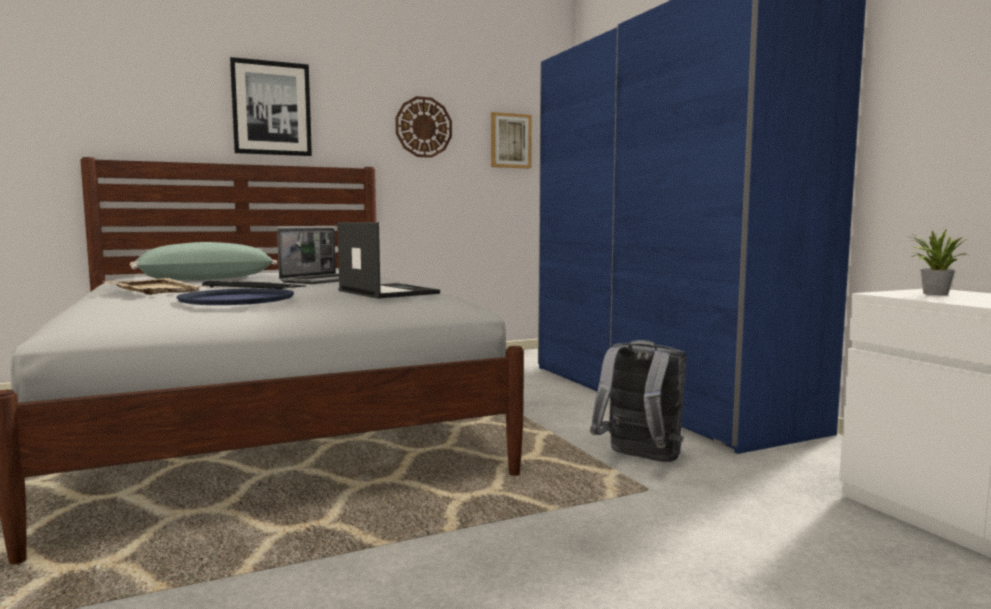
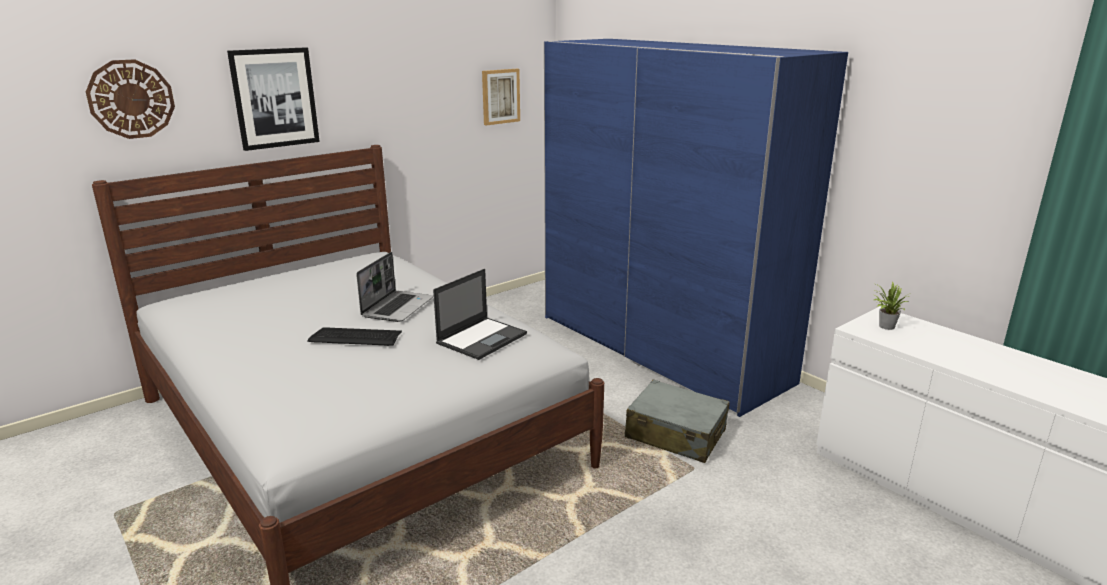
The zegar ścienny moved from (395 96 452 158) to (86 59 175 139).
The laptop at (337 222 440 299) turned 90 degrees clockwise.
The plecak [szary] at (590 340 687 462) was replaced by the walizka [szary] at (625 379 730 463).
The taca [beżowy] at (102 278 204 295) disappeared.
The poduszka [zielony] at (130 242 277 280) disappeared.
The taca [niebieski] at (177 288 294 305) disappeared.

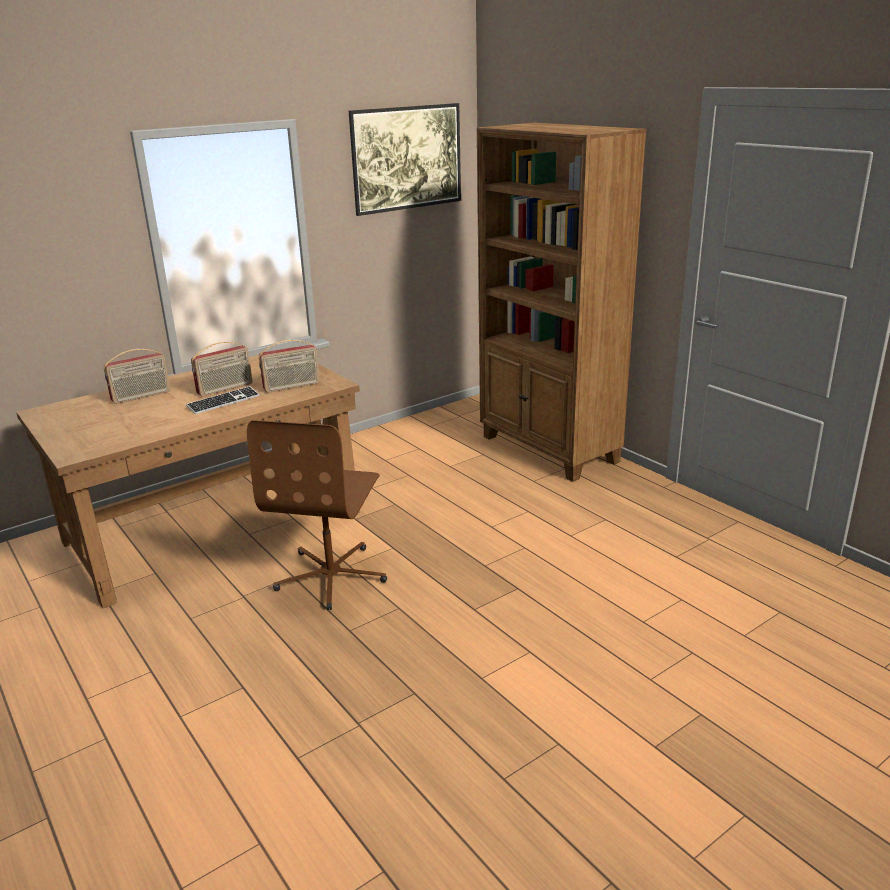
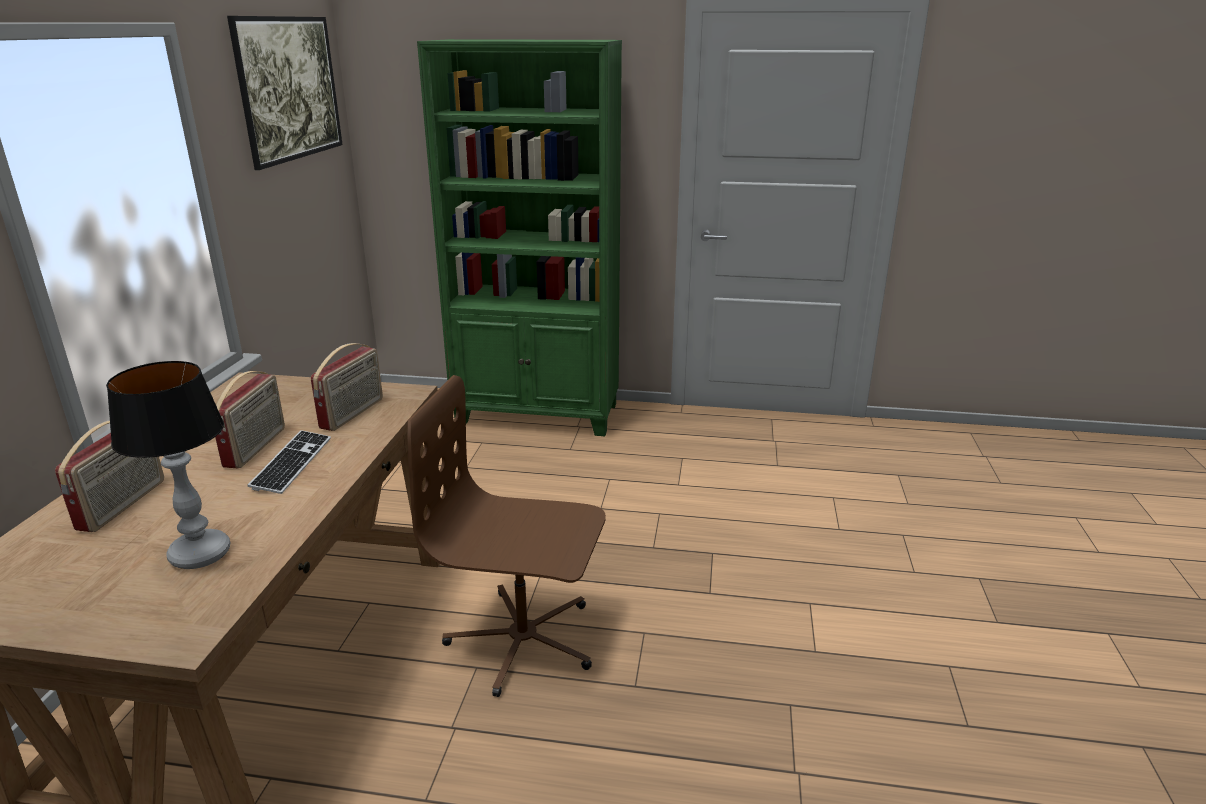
The lampa stołowa at (106 361 230 569) appeared.
The krzesło biurowe [brązowy] at (247 420 387 610) turned 135 degrees clockwise.
The regał [brązowy] at (477 122 647 482) became the regał [zielony] at (417 39 622 436).

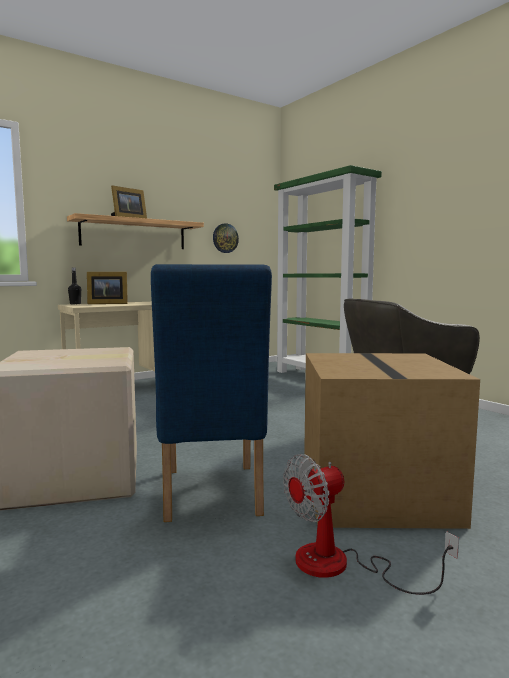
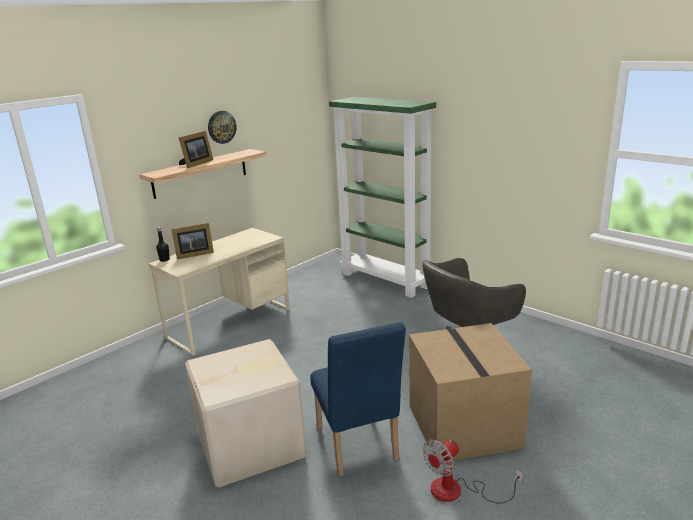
The zegar ścienny moved from (213 223 239 253) to (208 111 236 144).

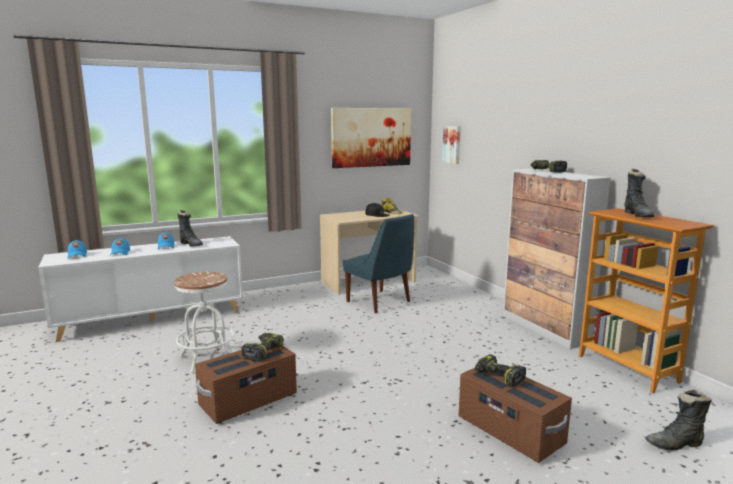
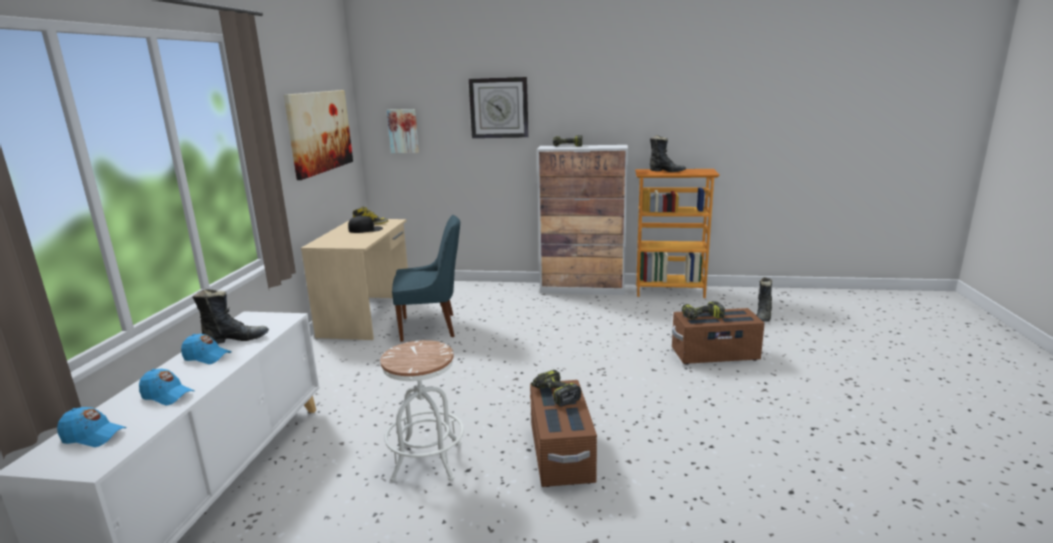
The zegar ścienny at (469 77 529 138) appeared.

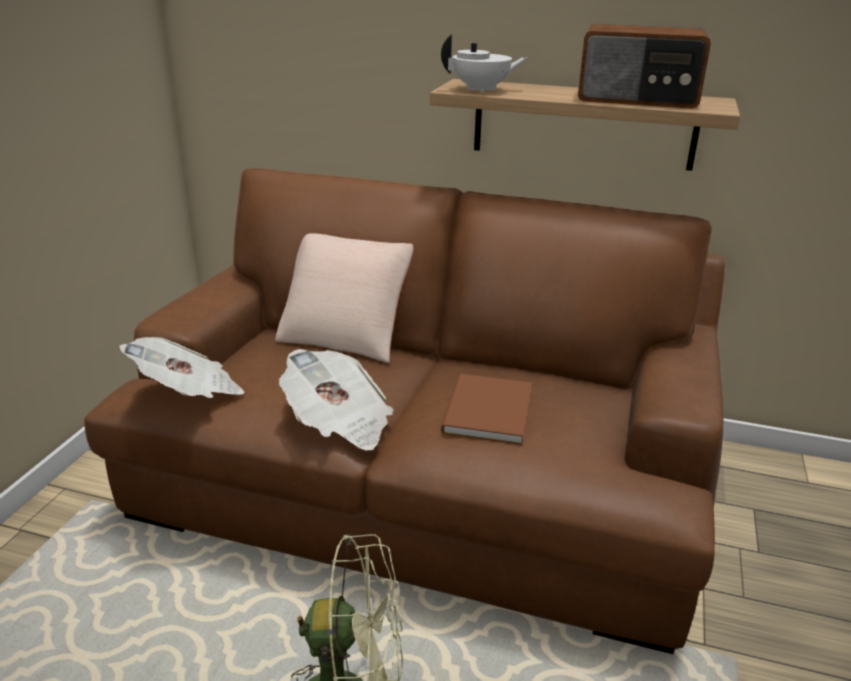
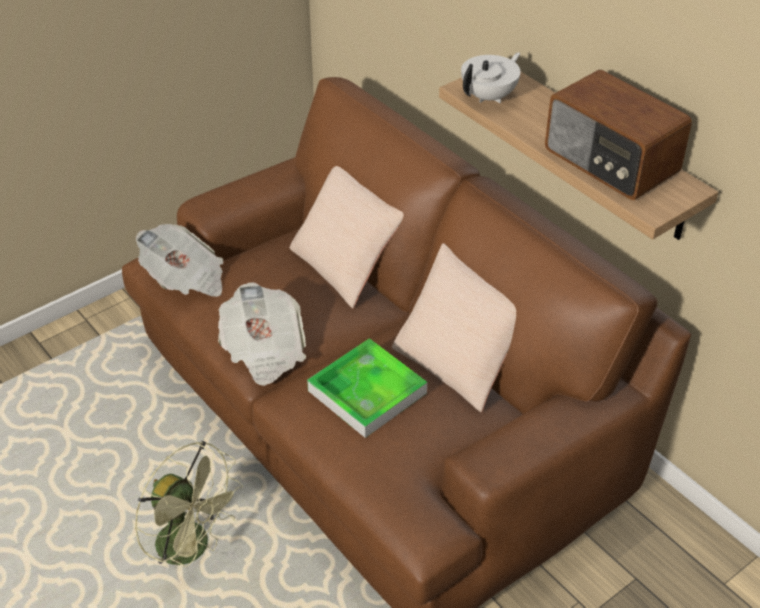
The książka [brązowy] at (441 374 532 445) was replaced by the taca at (307 338 427 438).
The poduszka [beżowy] at (392 243 516 412) appeared.
The imbryk [biały] at (441 34 527 93) turned 75 degrees counterclockwise.

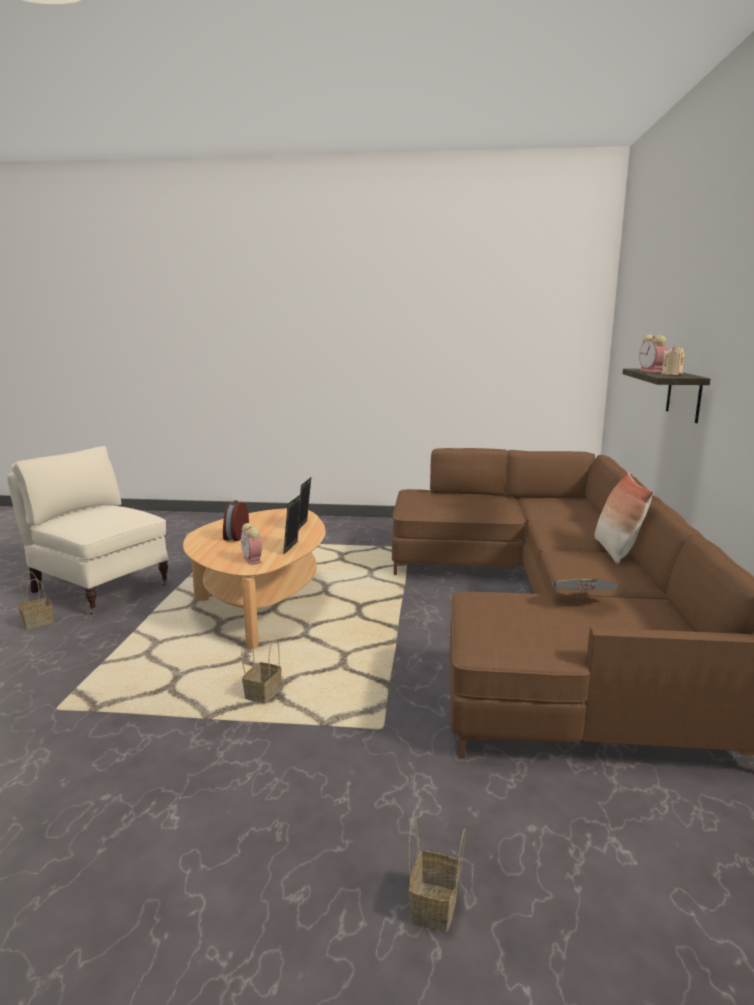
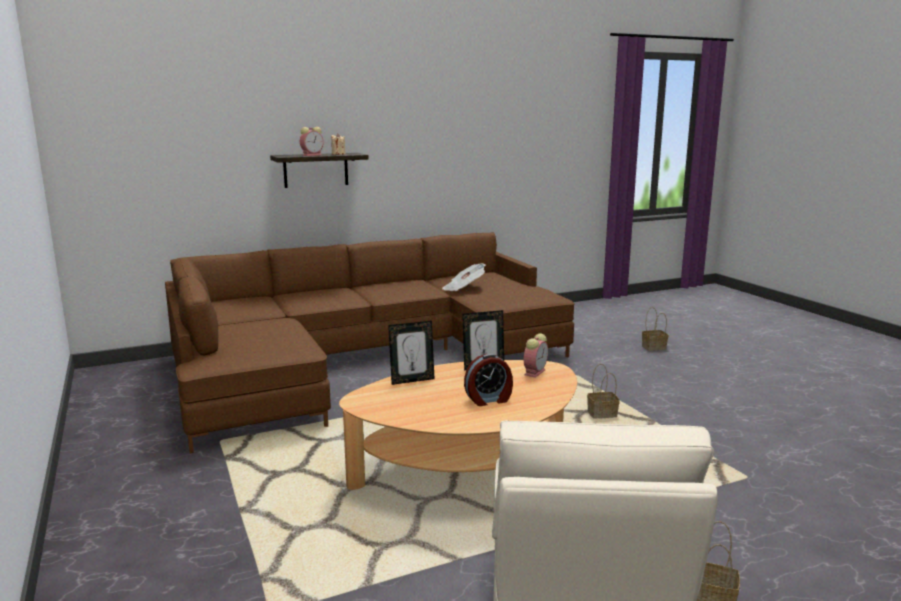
The poduszka at (595 472 653 564) disappeared.

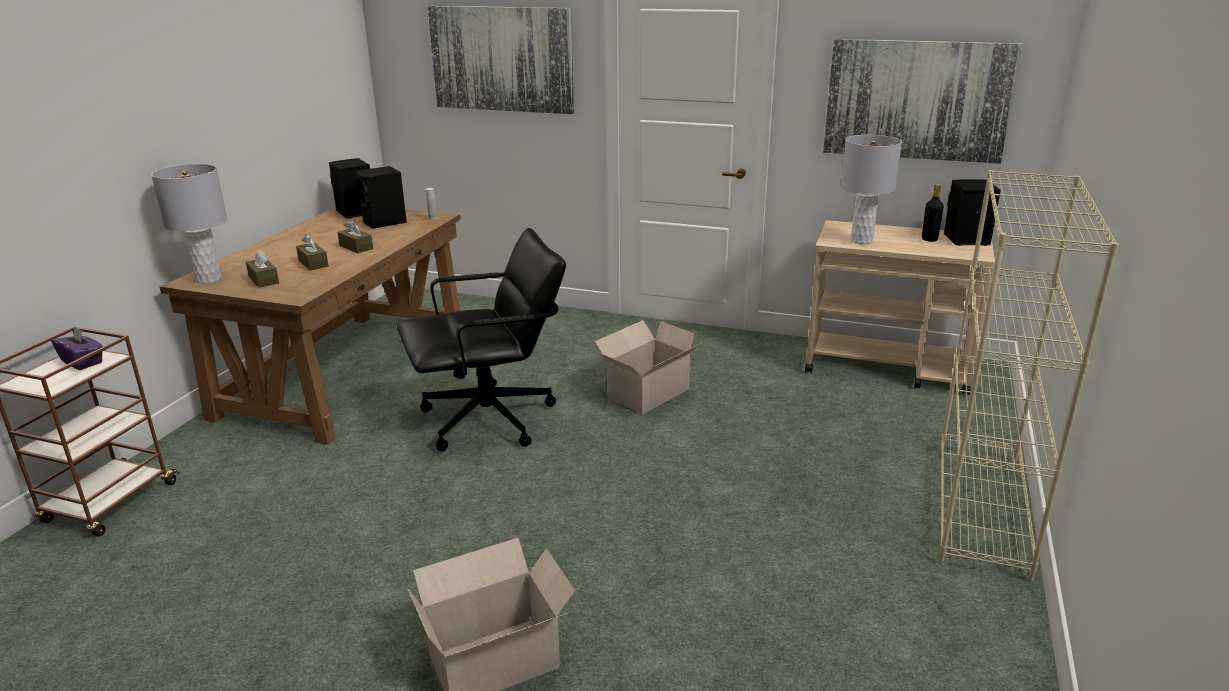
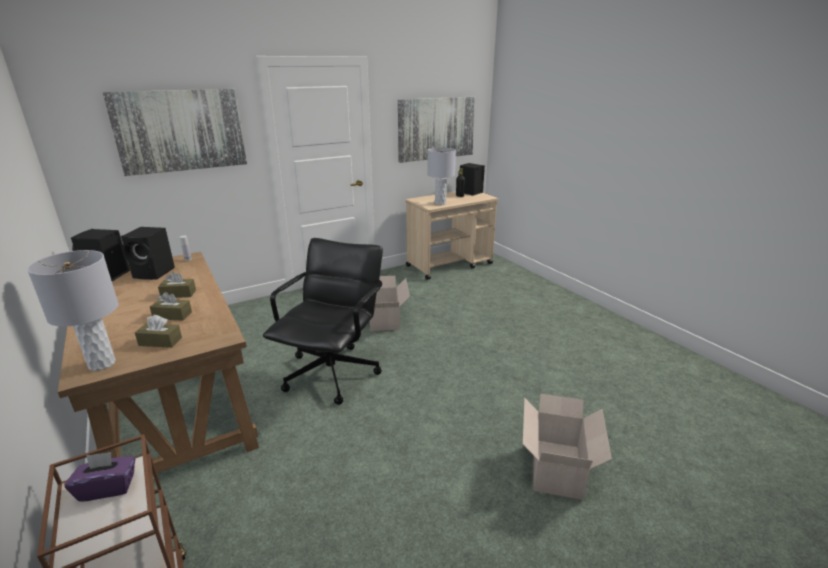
The regał [beżowy] at (938 170 1119 582) disappeared.

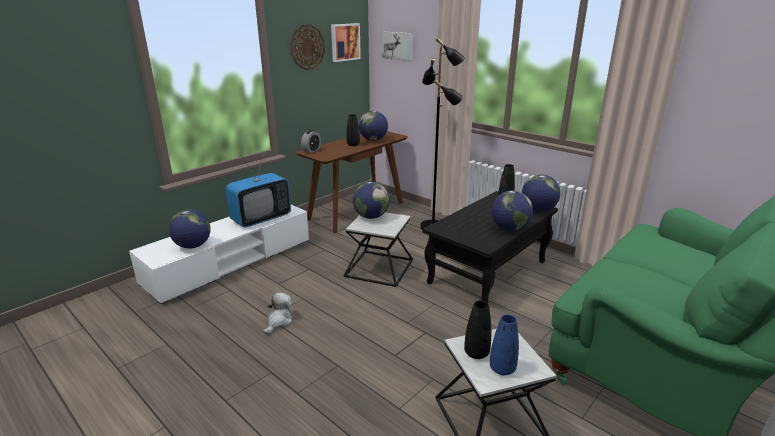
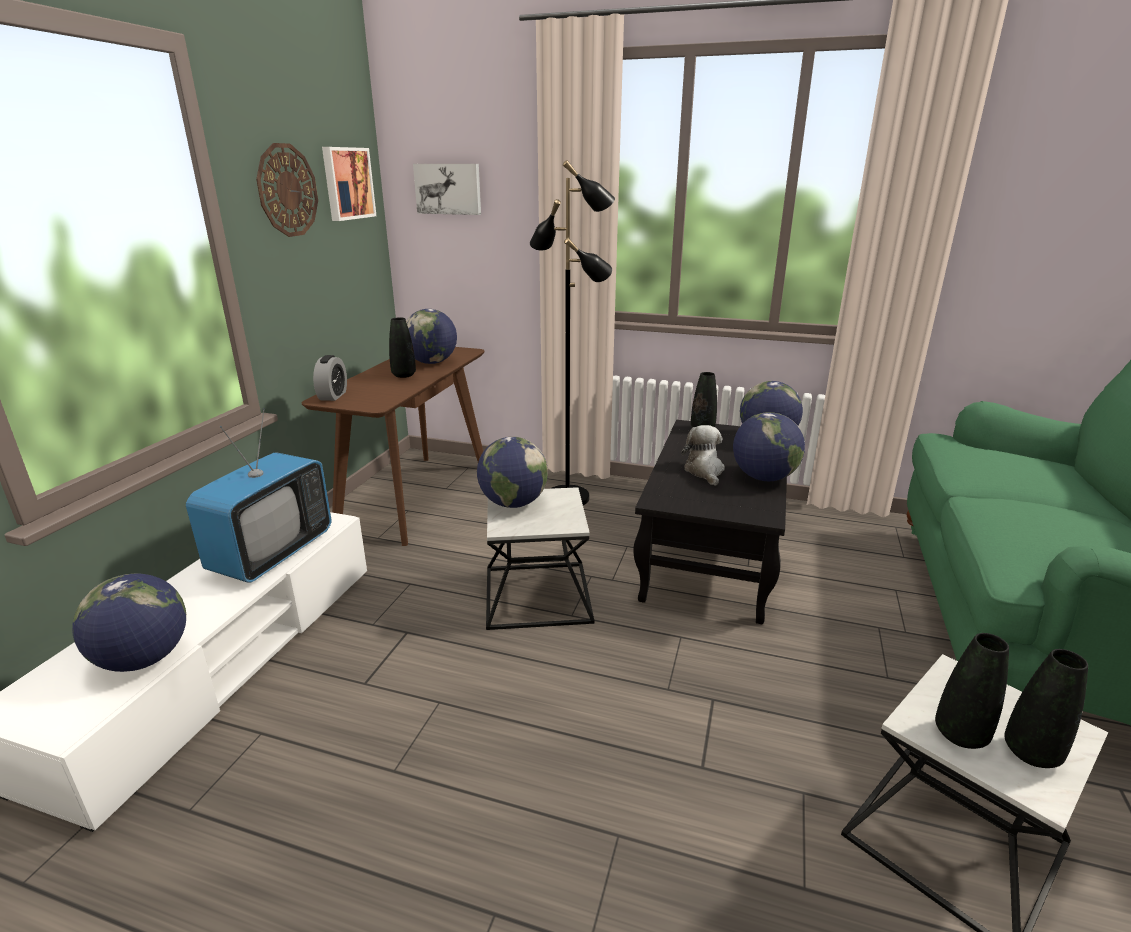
The pluszak moved from (263 293 292 335) to (681 425 725 486).
The wazon [niebieski] at (490 314 519 376) became the wazon [czarny] at (1004 649 1088 768).

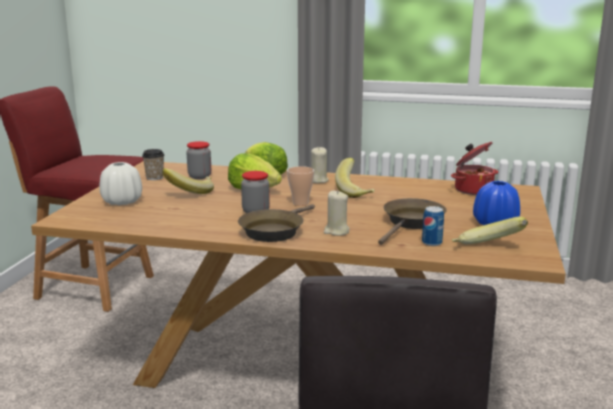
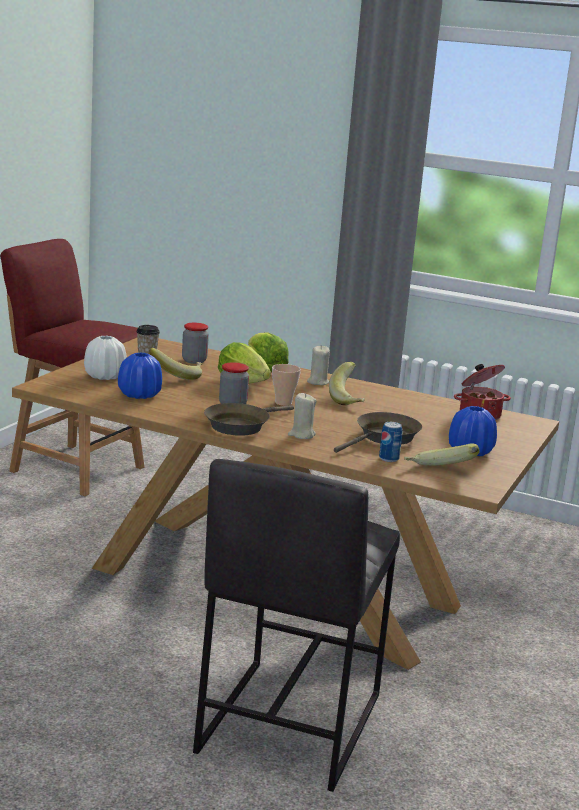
The wazon [niebieski] at (118 352 162 399) appeared.

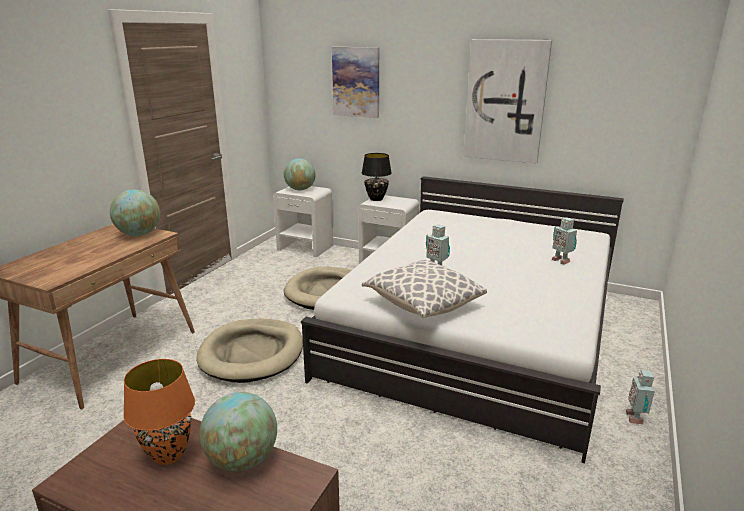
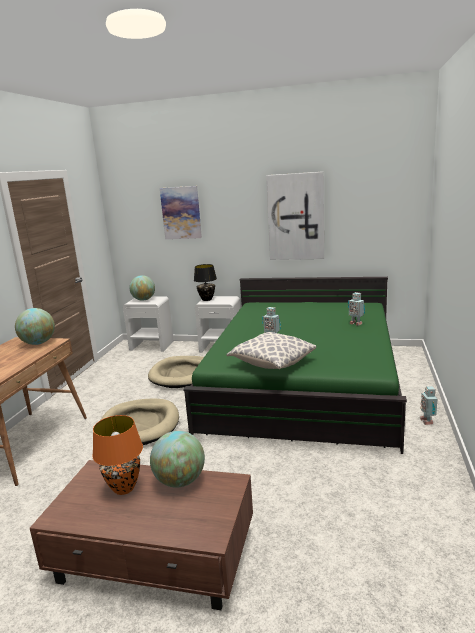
The łóżko [biały] at (301 176 624 463) became the łóżko [zielony] at (183 277 407 454).

